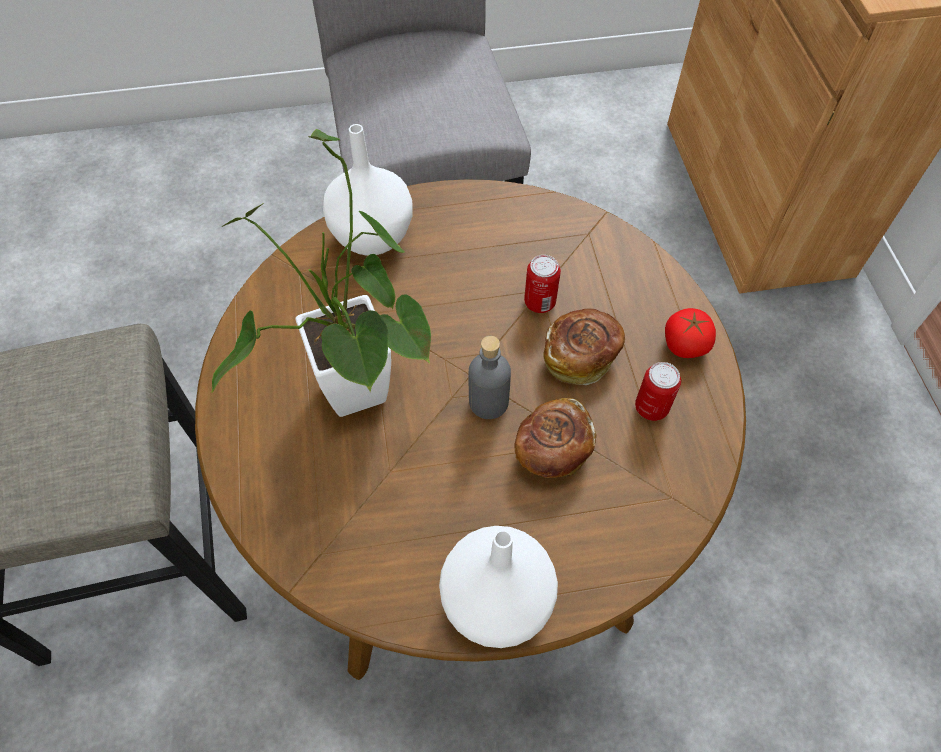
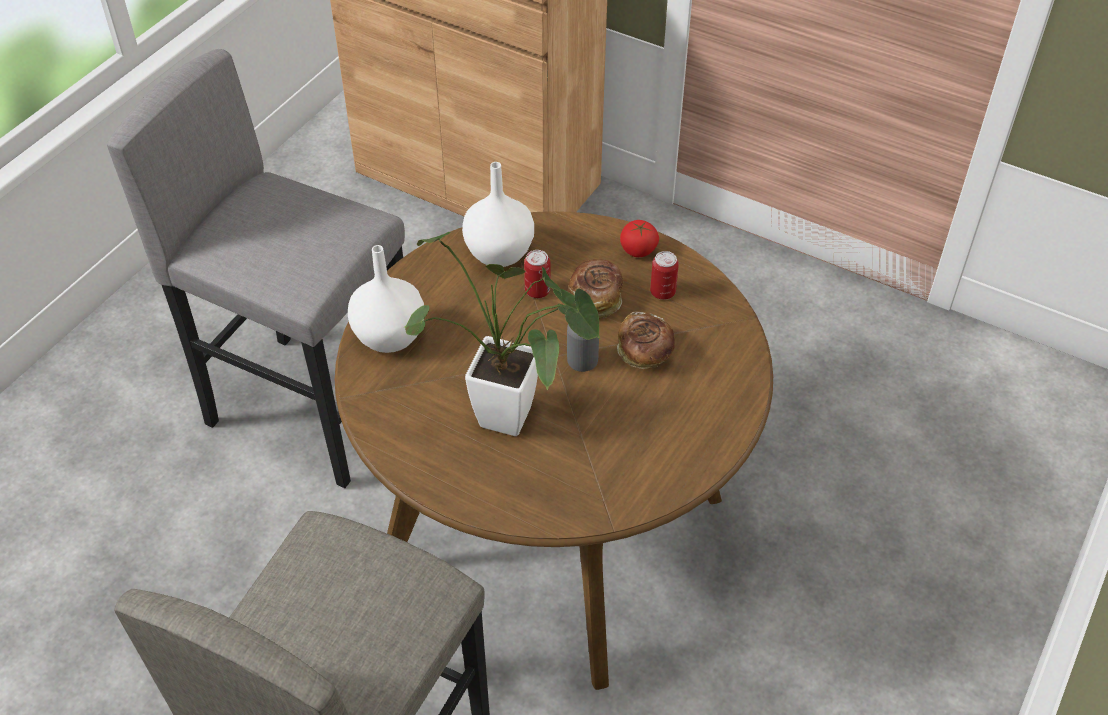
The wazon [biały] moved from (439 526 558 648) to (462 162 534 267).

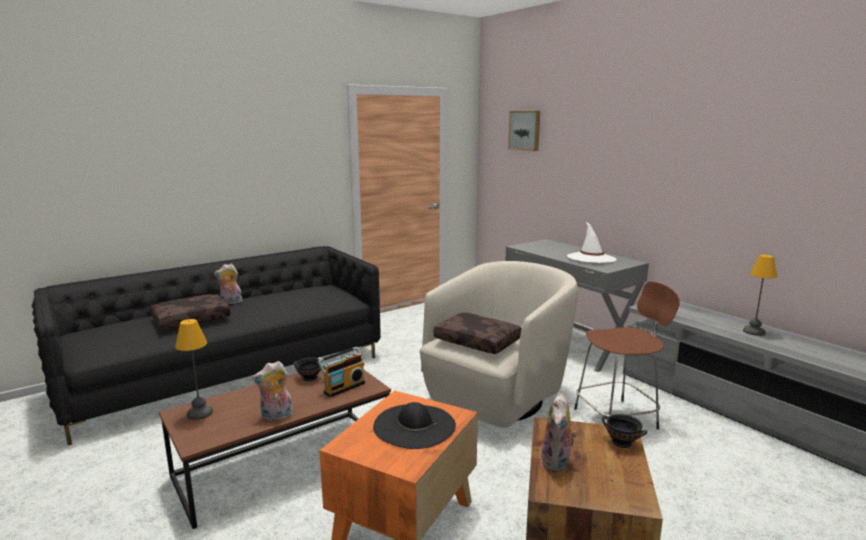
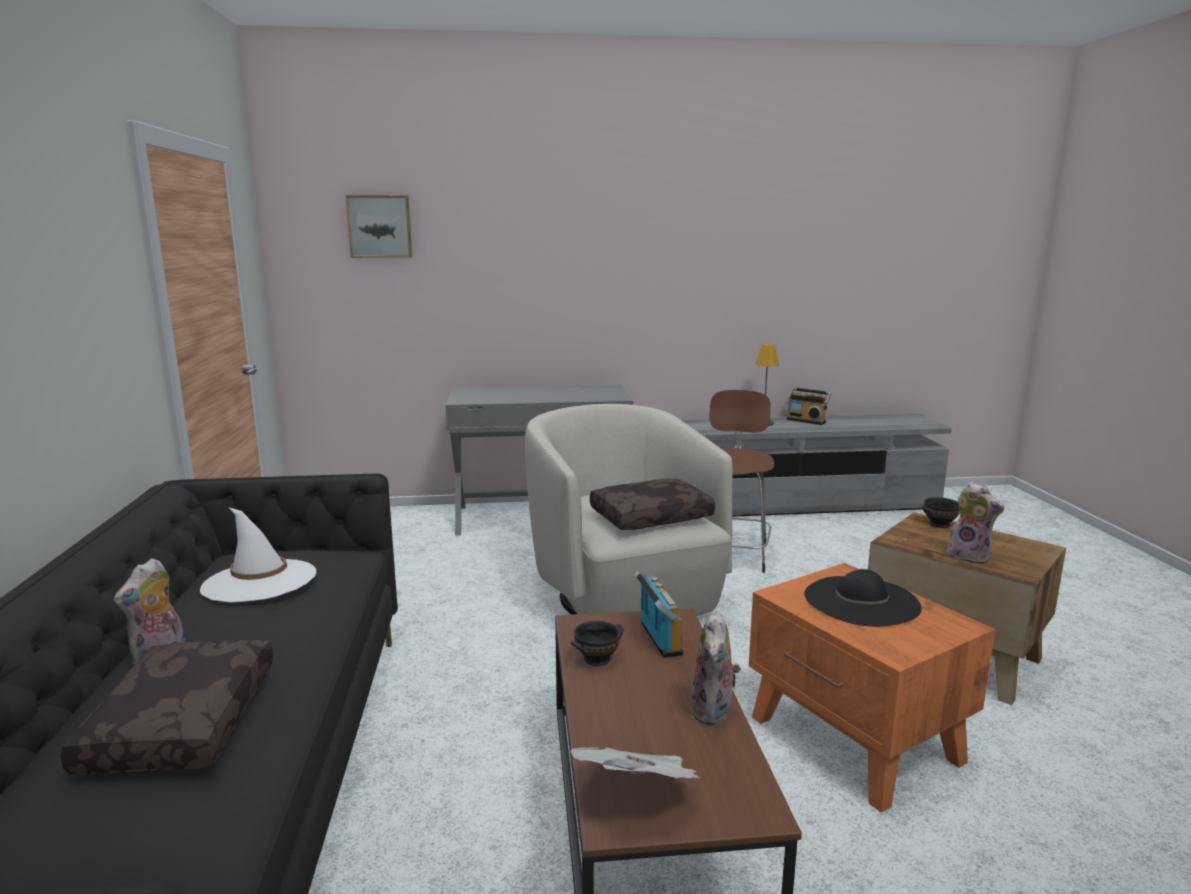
The kapelusz [biały] moved from (567 222 616 263) to (200 507 316 603).
The lampa stołowa at (175 319 213 420) was replaced by the gazeta at (571 747 700 779).
The radio at (787 387 831 425) appeared.

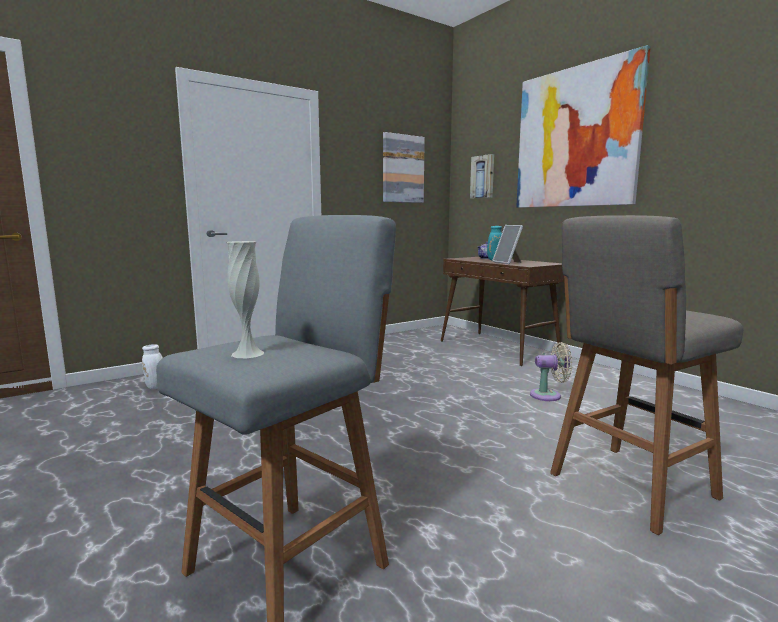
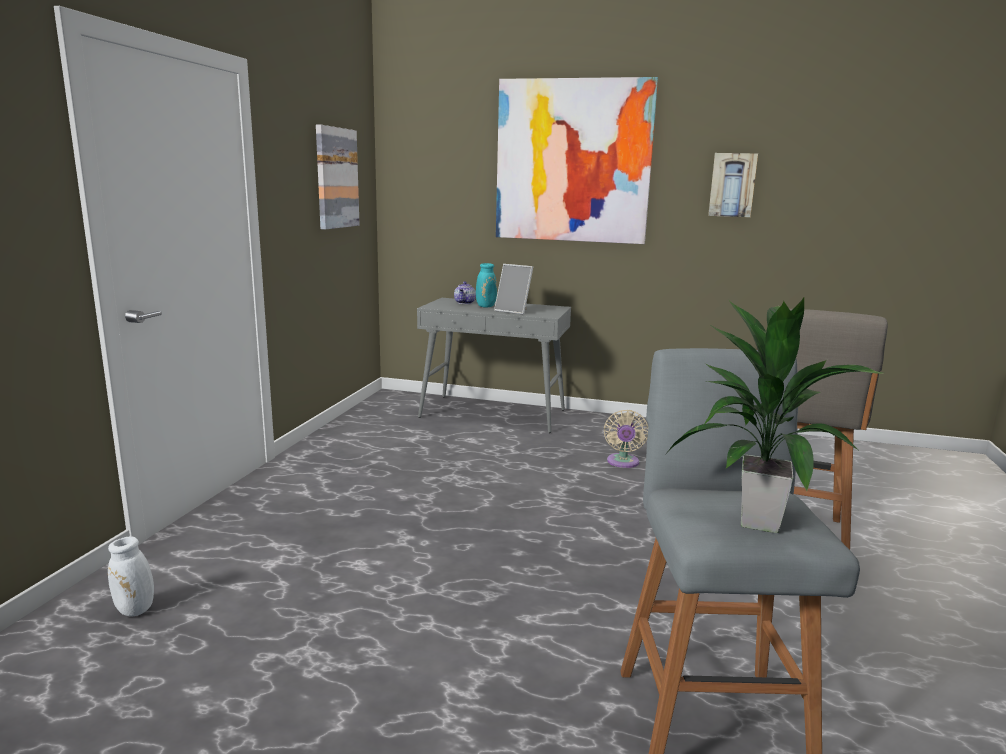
The stolik konsolowy [brązowy] at (441 257 564 366) became the stolik konsolowy [szary] at (417 298 571 433).
The wentylator [beżowy] at (530 342 572 401) turned 135 degrees clockwise.
The wazon [biały] at (226 241 264 358) was replaced by the roślina doniczkowa at (668 298 884 533).
The obraz moved from (470 154 494 198) to (708 153 758 217).

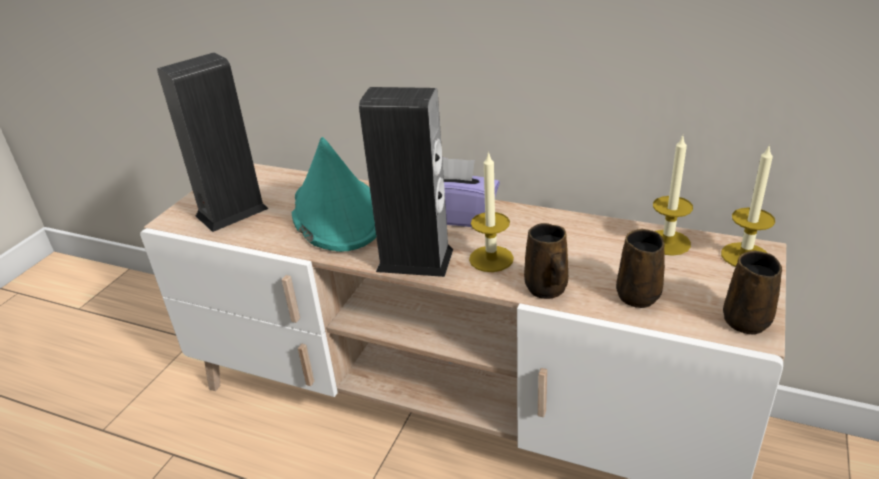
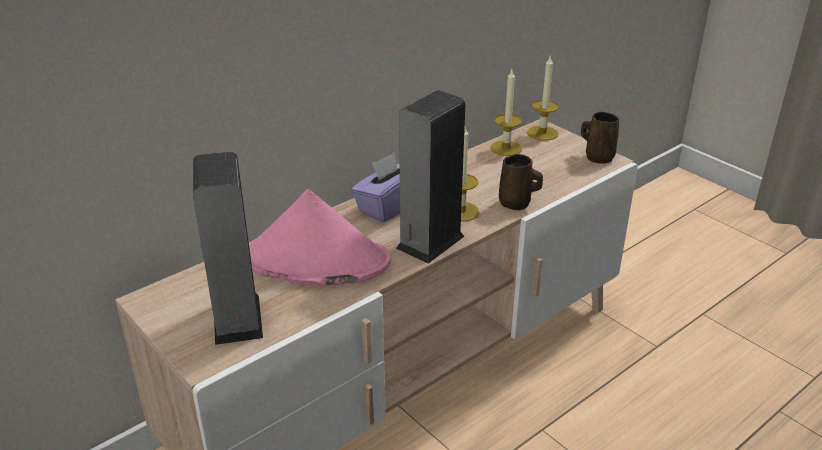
The kapelusz [turkusowy] at (291 137 376 252) became the kapelusz [różowy] at (249 189 391 286).
The kubek [brązowy] at (616 229 665 308) disappeared.

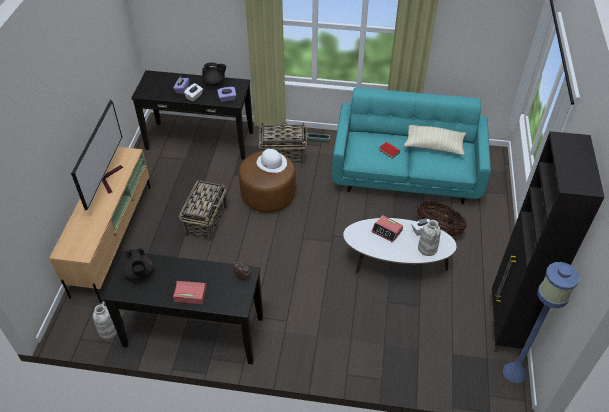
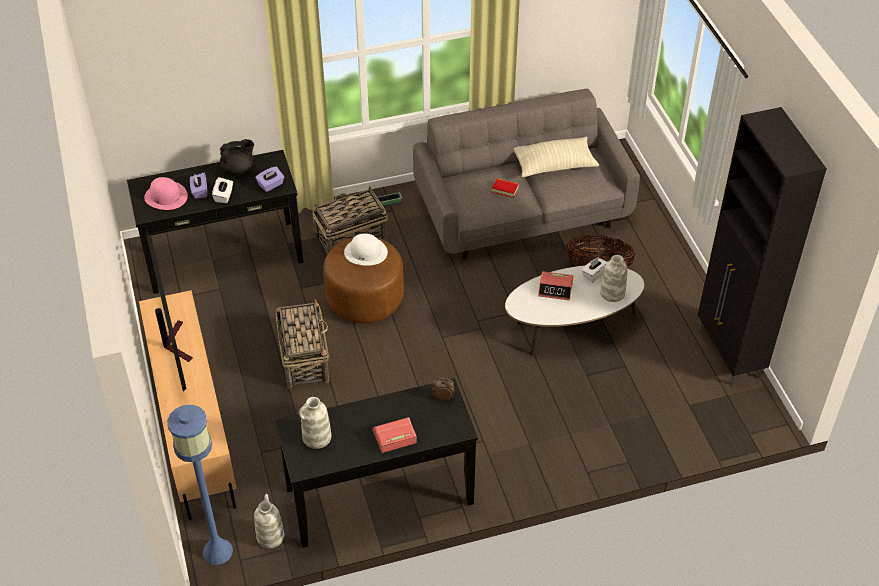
The kapelusz [różowy] at (144 177 188 210) appeared.
The lampa stojąca [niebieski] moved from (503 262 580 383) to (167 405 233 565).
The imbryk [czarny] at (122 248 154 281) was replaced by the wazon [biały] at (299 397 331 449).
The kanapa [turkusowy] at (332 87 491 204) became the kanapa [szary] at (413 89 640 260).

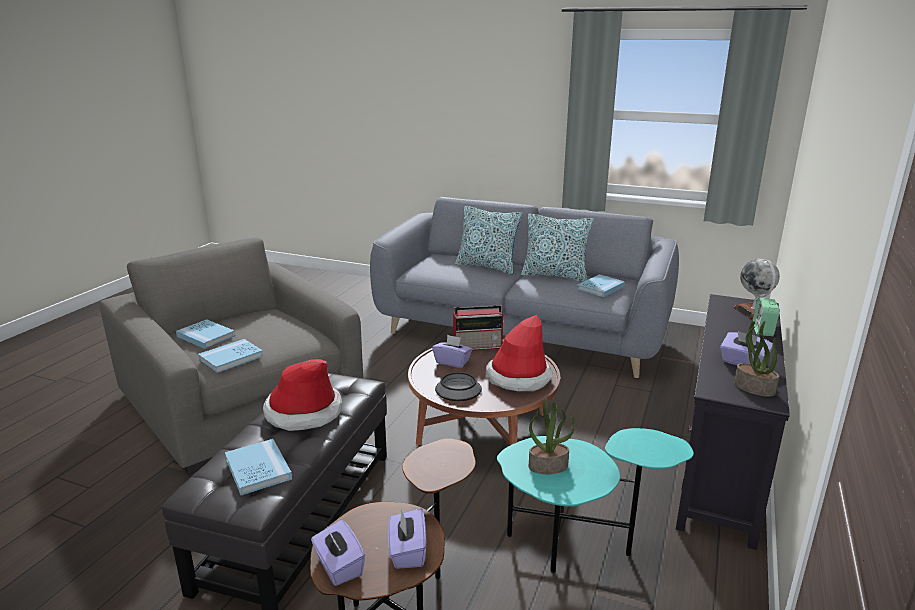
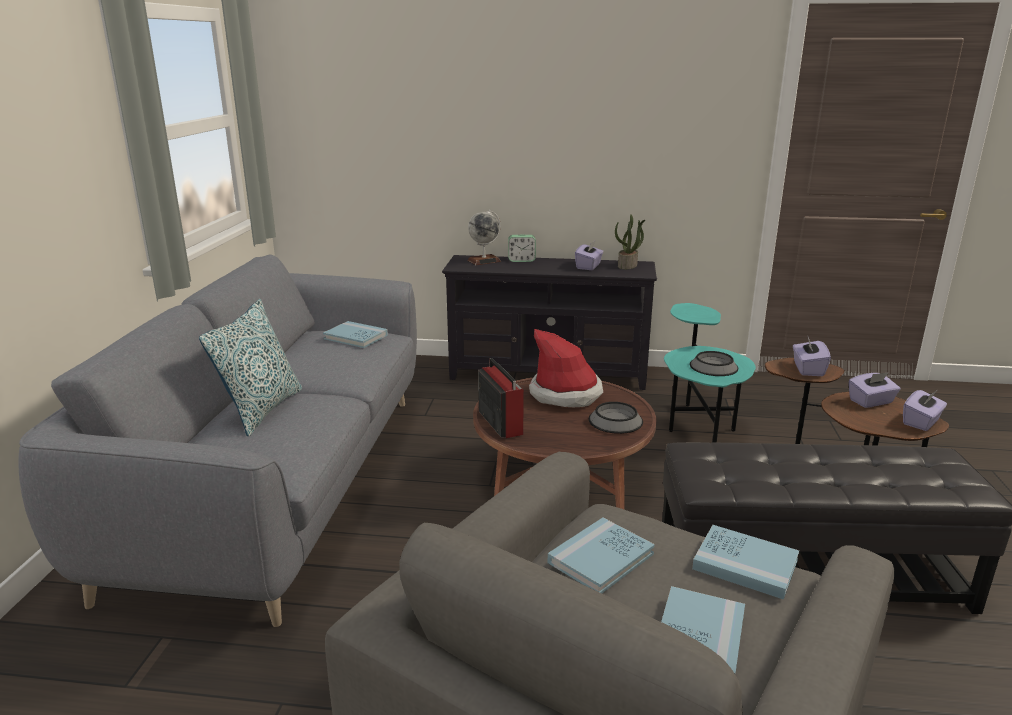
The książka [niebieski] moved from (225 439 292 495) to (548 517 655 593).
The roślina doniczkowa at (529 398 575 474) was replaced by the miska at (690 351 738 376).
The pudełko chusteczek [fioletowy] moved from (432 335 472 368) to (793 337 831 376).
The kapelusz at (263 359 342 431) disappeared.
The poduszka at (521 214 594 282) disappeared.

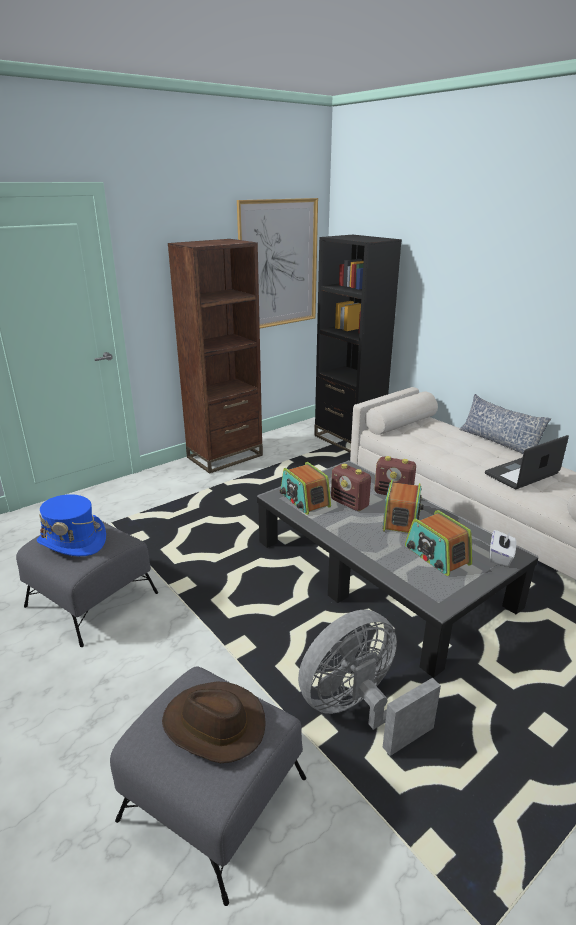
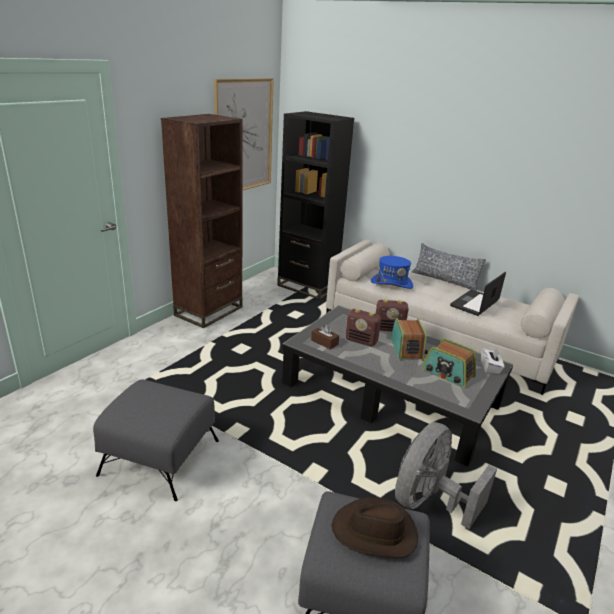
The radio at (280 462 331 515) was replaced by the pudełko chusteczek [brązowy] at (311 324 339 350).
The kapelusz [niebieski] moved from (37 494 106 556) to (371 256 414 289).

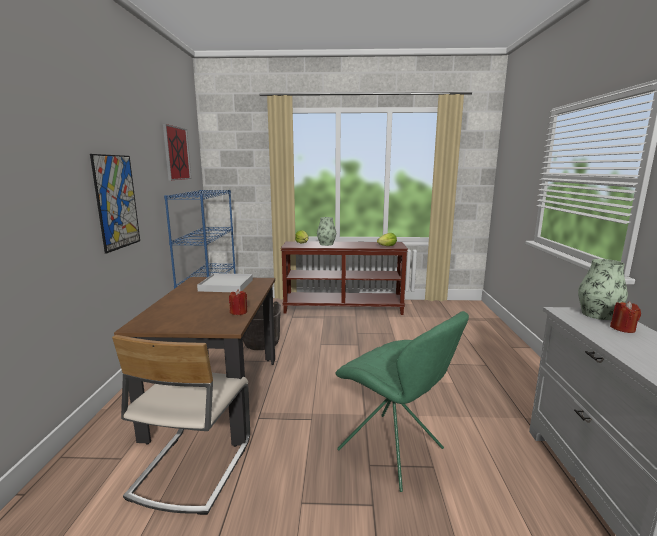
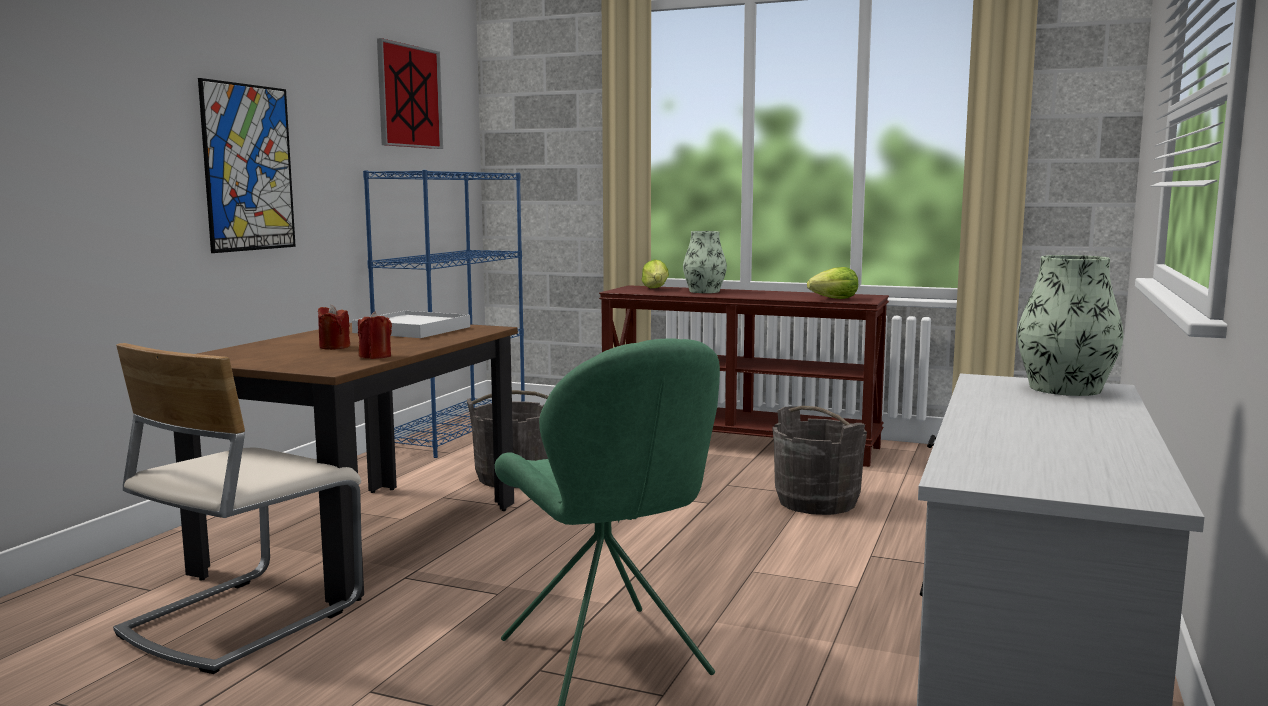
The świeca [czerwony] moved from (610 301 641 333) to (318 304 350 350).
The wiadro [szary] at (773 406 867 515) appeared.

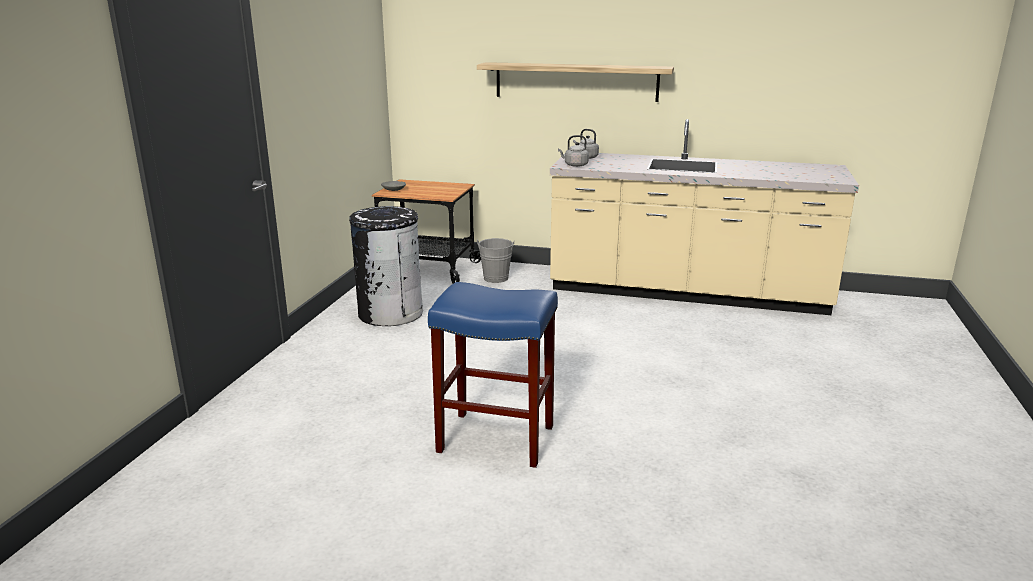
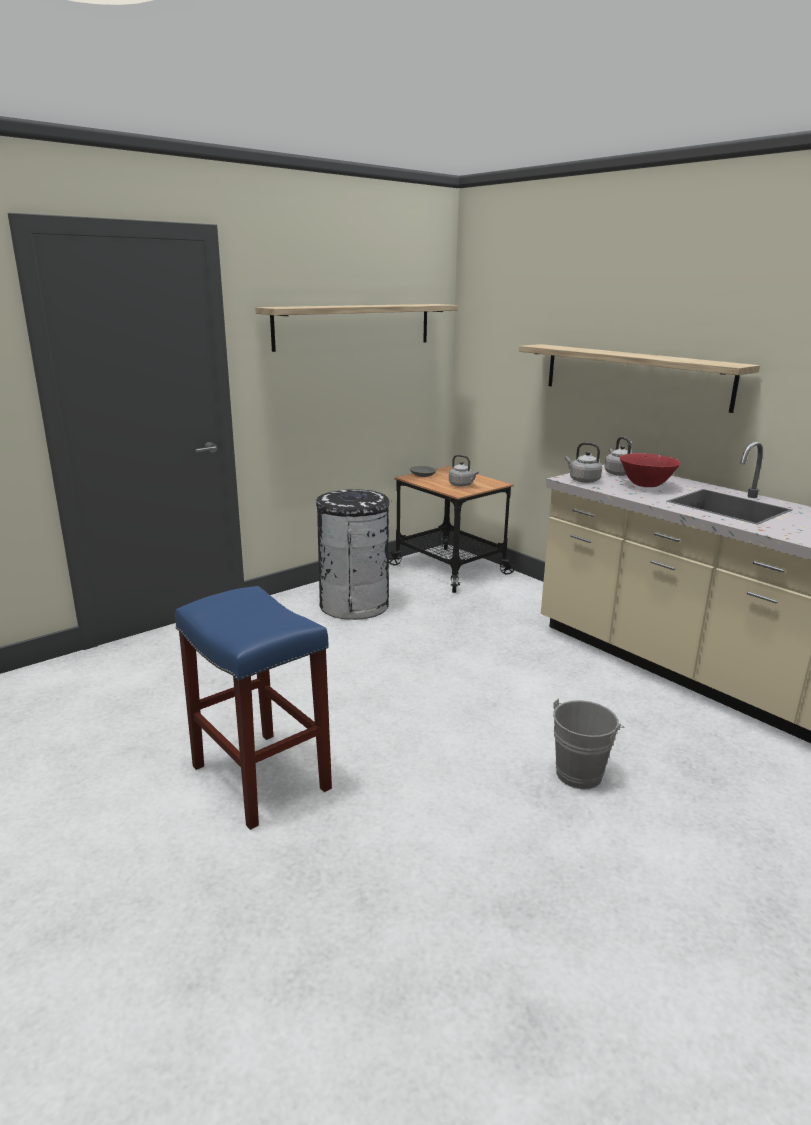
The półka at (255 304 458 352) appeared.
The czajnik [szary] at (449 455 479 487) appeared.
The wiadro [szary] moved from (477 238 515 283) to (553 699 624 790).
The miska [czerwony] at (619 453 681 487) appeared.

